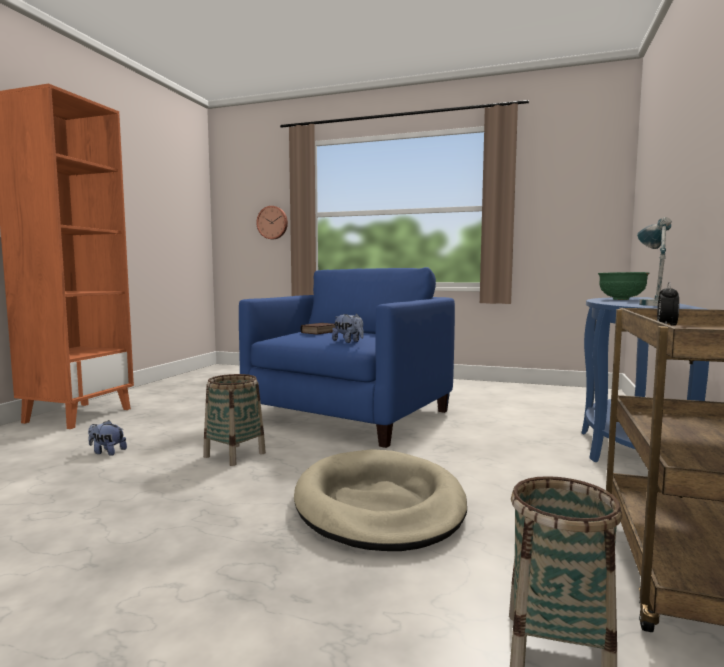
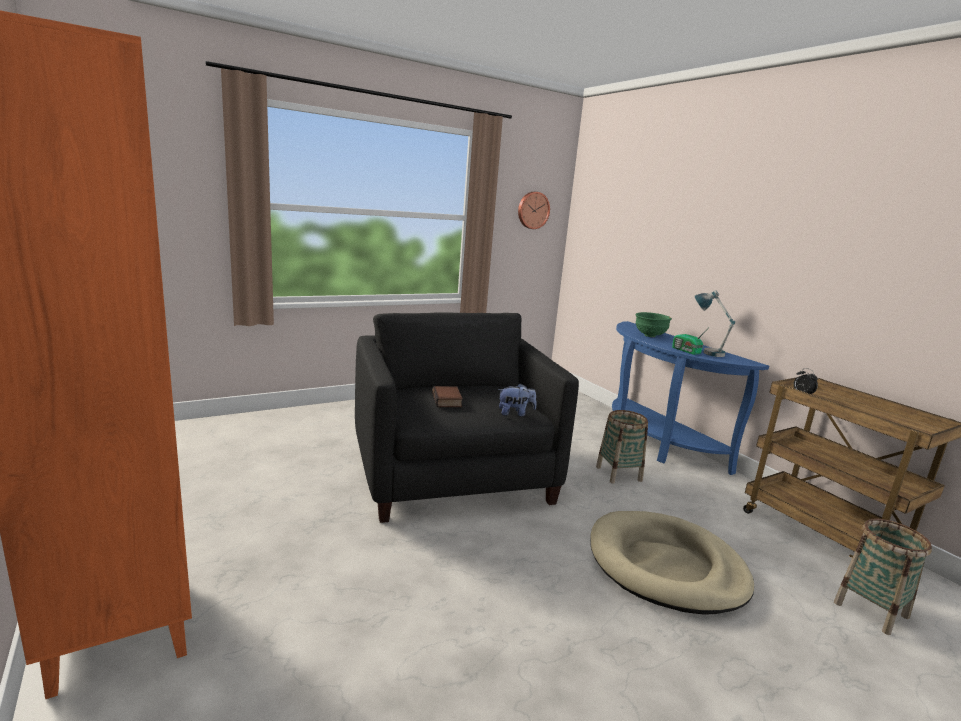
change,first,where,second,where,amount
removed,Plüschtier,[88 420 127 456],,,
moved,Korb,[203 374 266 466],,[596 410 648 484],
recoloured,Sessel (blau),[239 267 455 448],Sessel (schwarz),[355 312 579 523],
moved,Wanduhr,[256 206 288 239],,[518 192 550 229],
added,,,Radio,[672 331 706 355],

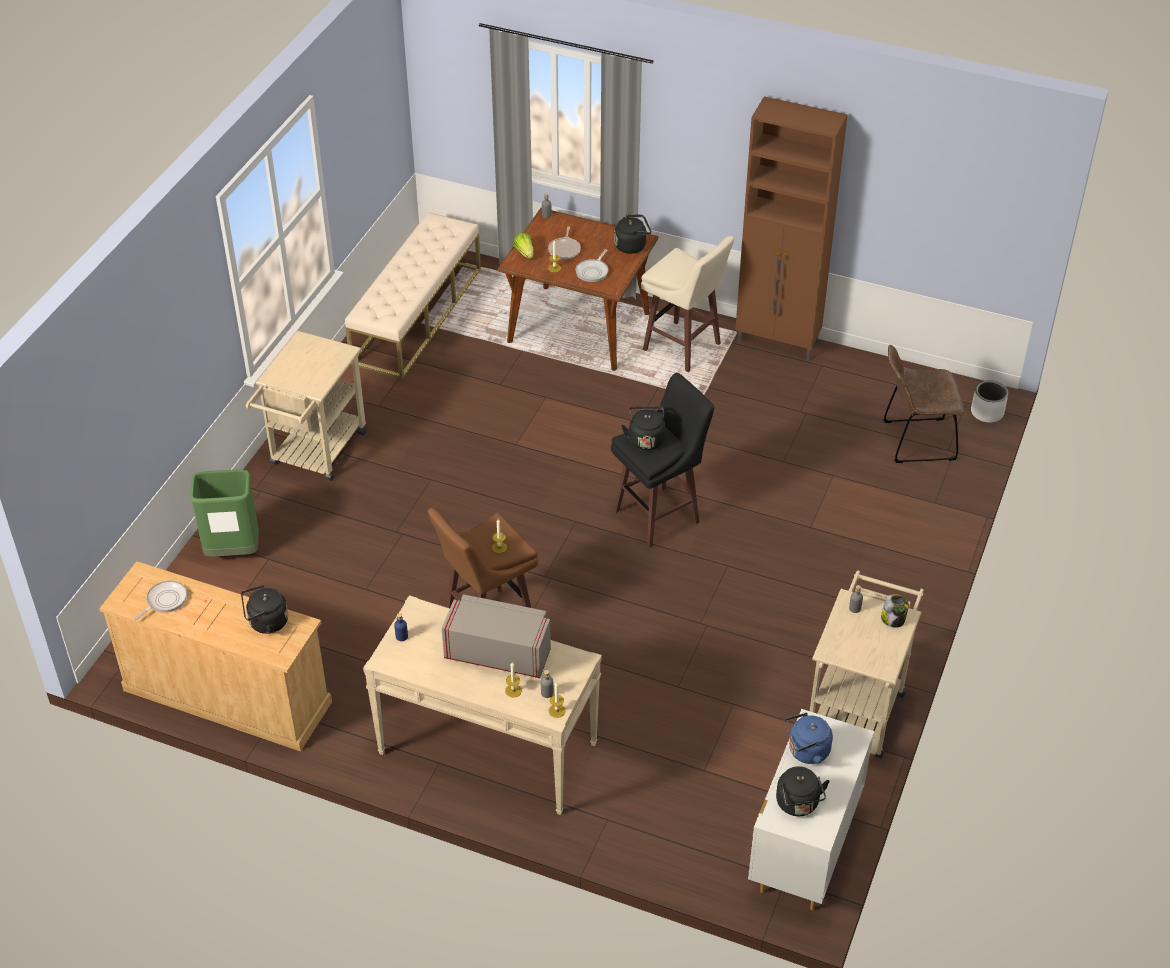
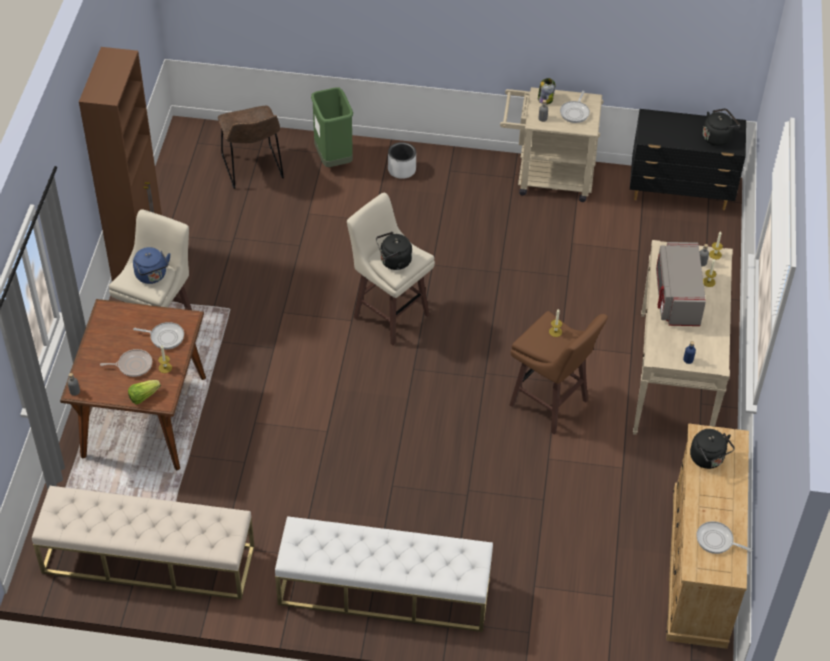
change,first,where,second,where,amount
moved,Mülleimer (grün),[190 469 259 556],,[311 87 353 167],
replaced,Rollwagen (beige),[246 331 367 481],Bank (weiß),[275 516 493 632],
recoloured,Hocker (schwarz),[611 373 714 548],Hocker (beige),[347 193 435 345],
removed,Wasserkessel (schwarz),[614 215 651 254],,,
recoloured,Kommode (weiß),[748 709 874 910],Kommode (schwarz),[630 109 746 210],
moved,Wasserkessel (blau),[784 713 833 764],,[133 247 170 284],
moved,Pflanzkübel (weiß),[971 380 1008 423],,[388 142 416 179],
added,,,Pfanne,[560 91 590 123],

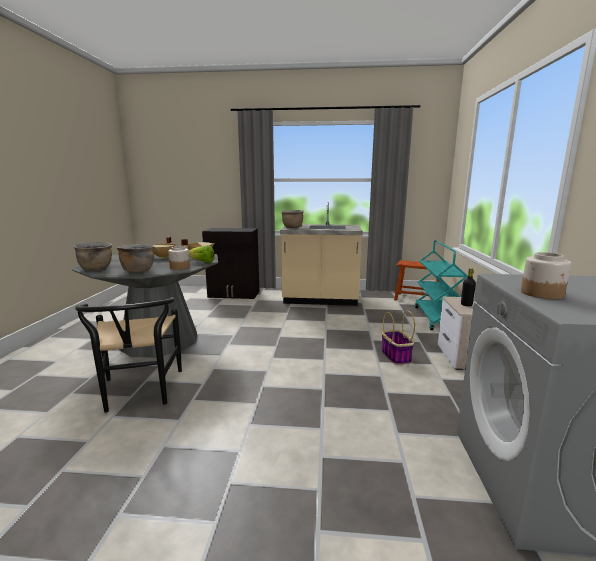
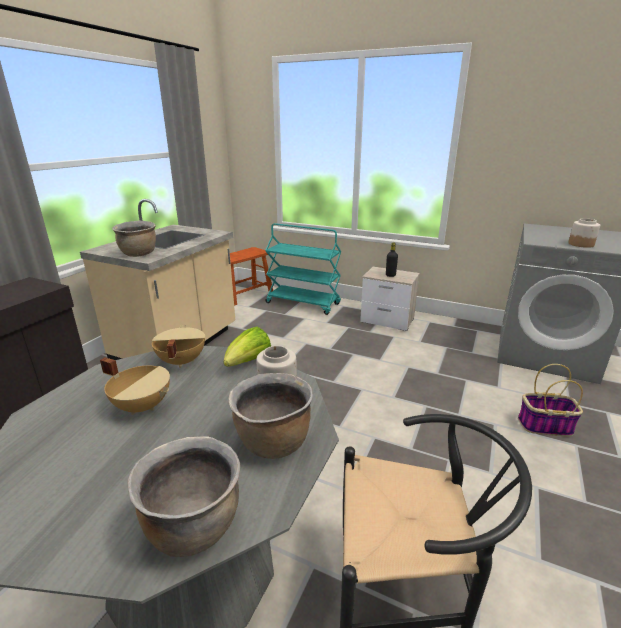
change,first,where,second,where,amount
moved,Korb,[381 311 415 365],,[518 364 583 436],

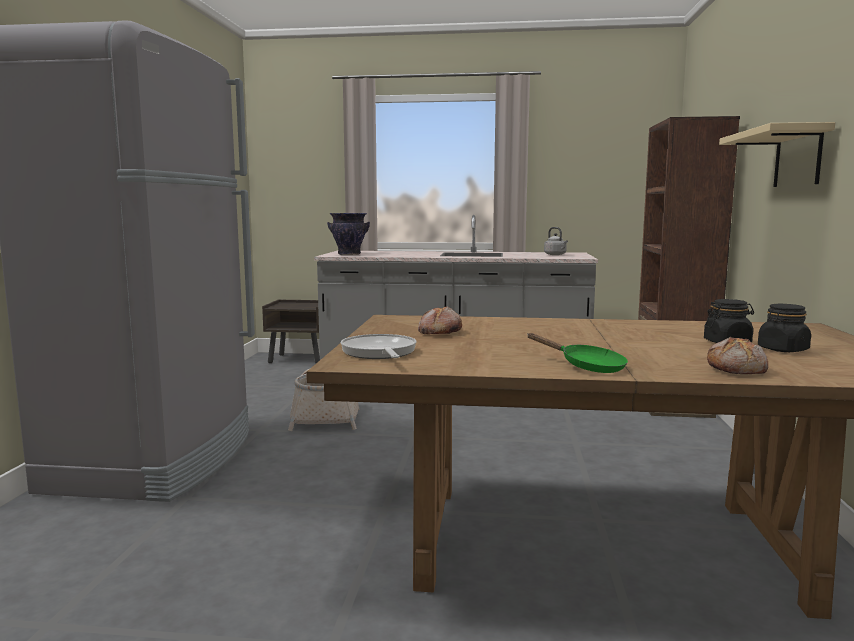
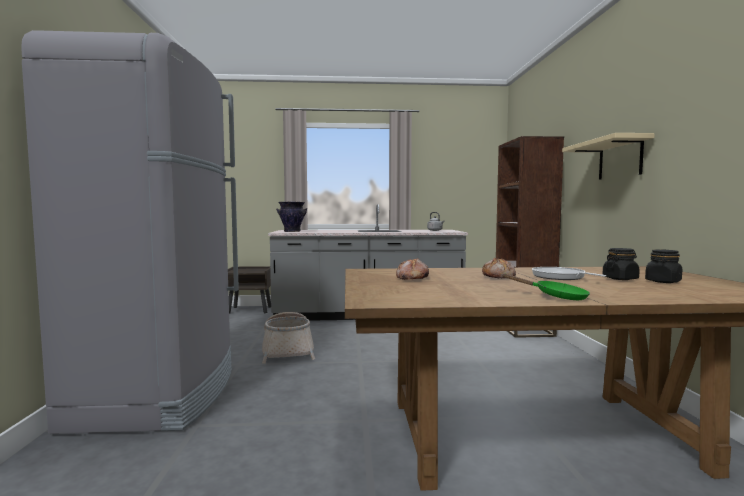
change,first,where,second,where,amount
moved,Pfanne,[341 334 417 359],,[532 267 607 280],
moved,Brot,[707 337 768 374],,[482 258 516 278],

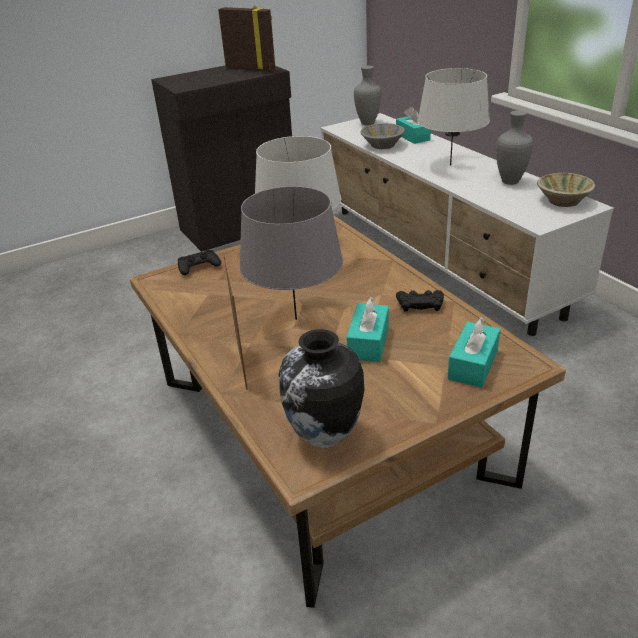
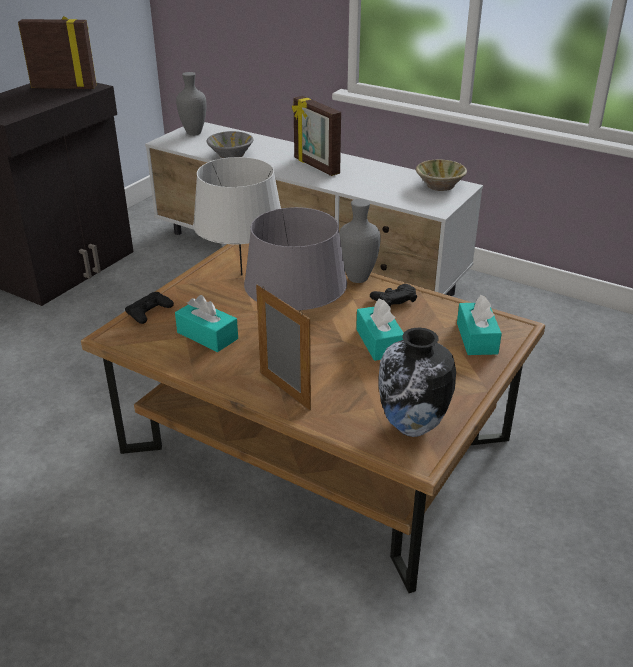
change,first,where,second,where,amount
moved,Taschentuchbox (türkis),[396 106 431 144],,[175 295 238 352],
replaced,Tischlampe (grau),[417 68 490 166],Bilderrahmen,[292 96 341 176],
moved,Vase (grau),[496 110 533 185],,[339 199 381 283],

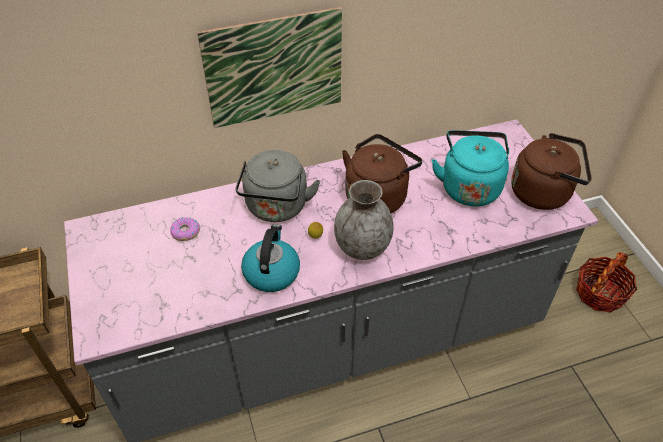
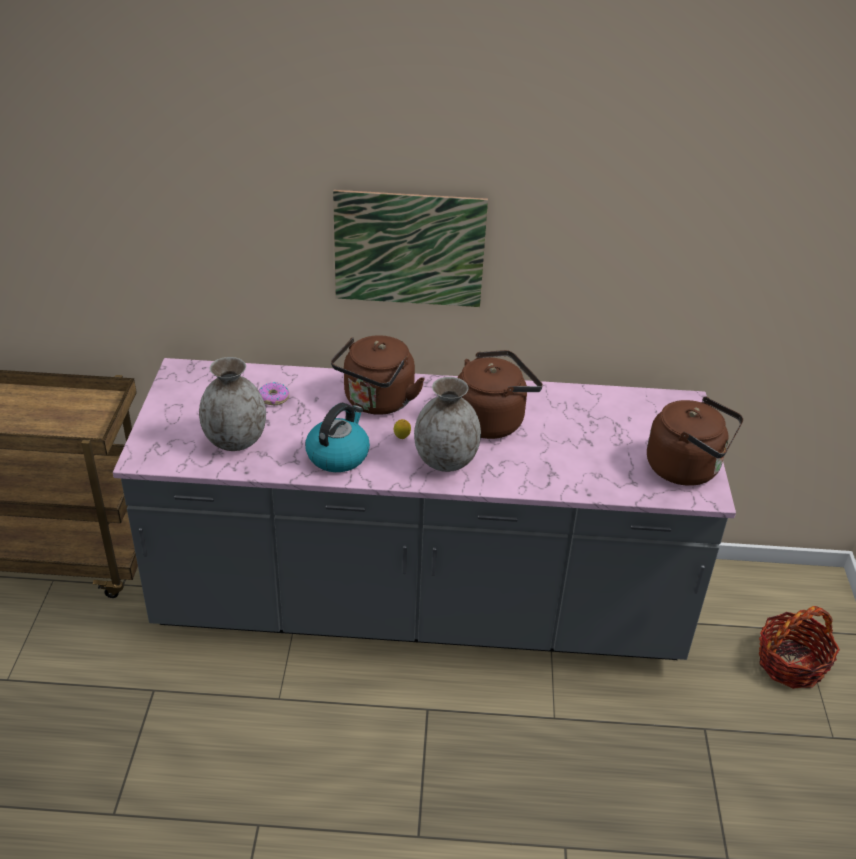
change,first,where,second,where,amount
recoloured,Wasserkessel (grau),[235 150 320 222],Wasserkessel (braun),[331 335 425 415],
removed,Wasserkessel (türkis),[432 130 509 206],,,
added,,,Vase (grau),[199 357 266 451],

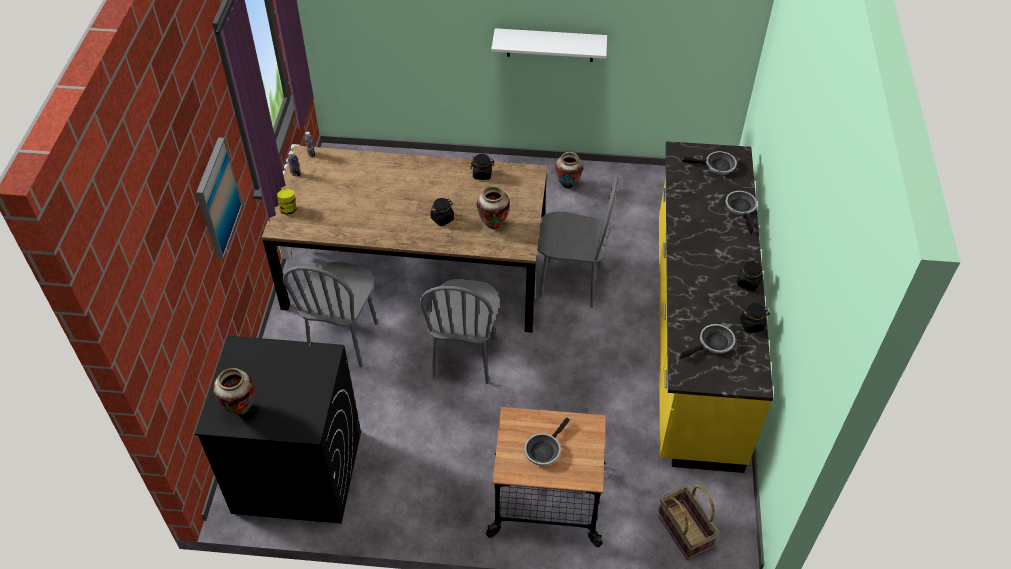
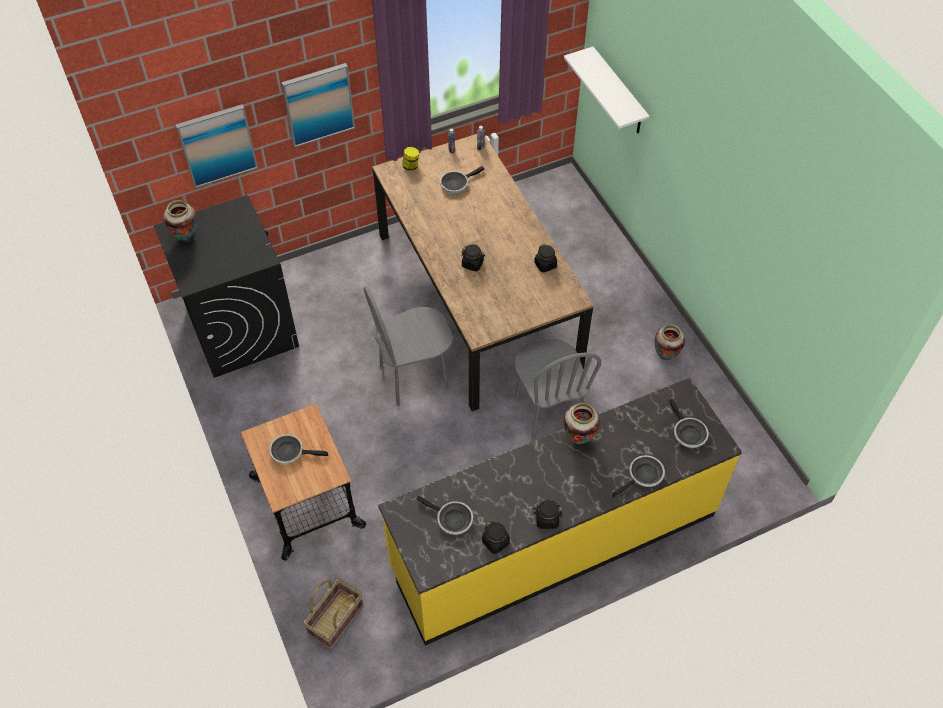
change,first,where,second,where,amount
removed,Stuhl (grau),[283 262 378 367],,,
moved,Vase,[477 186 510 229],,[564 403 600 444],
moved,Wandregal (weiß),[491 28 607 62],,[564 47 650 133],
added,,,Bild,[176 104 258 188],
added,,,Pfanne,[440 166 484 194],

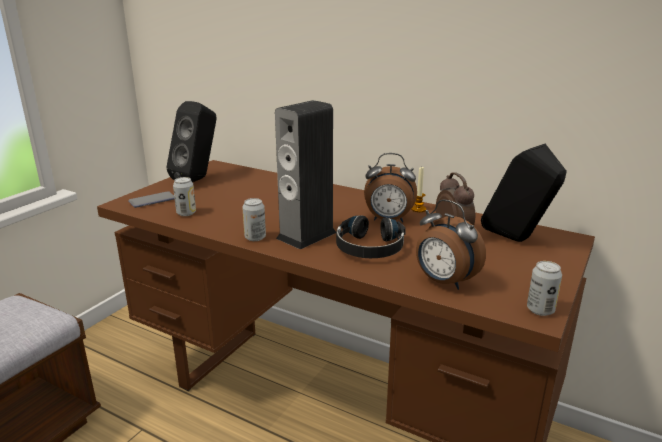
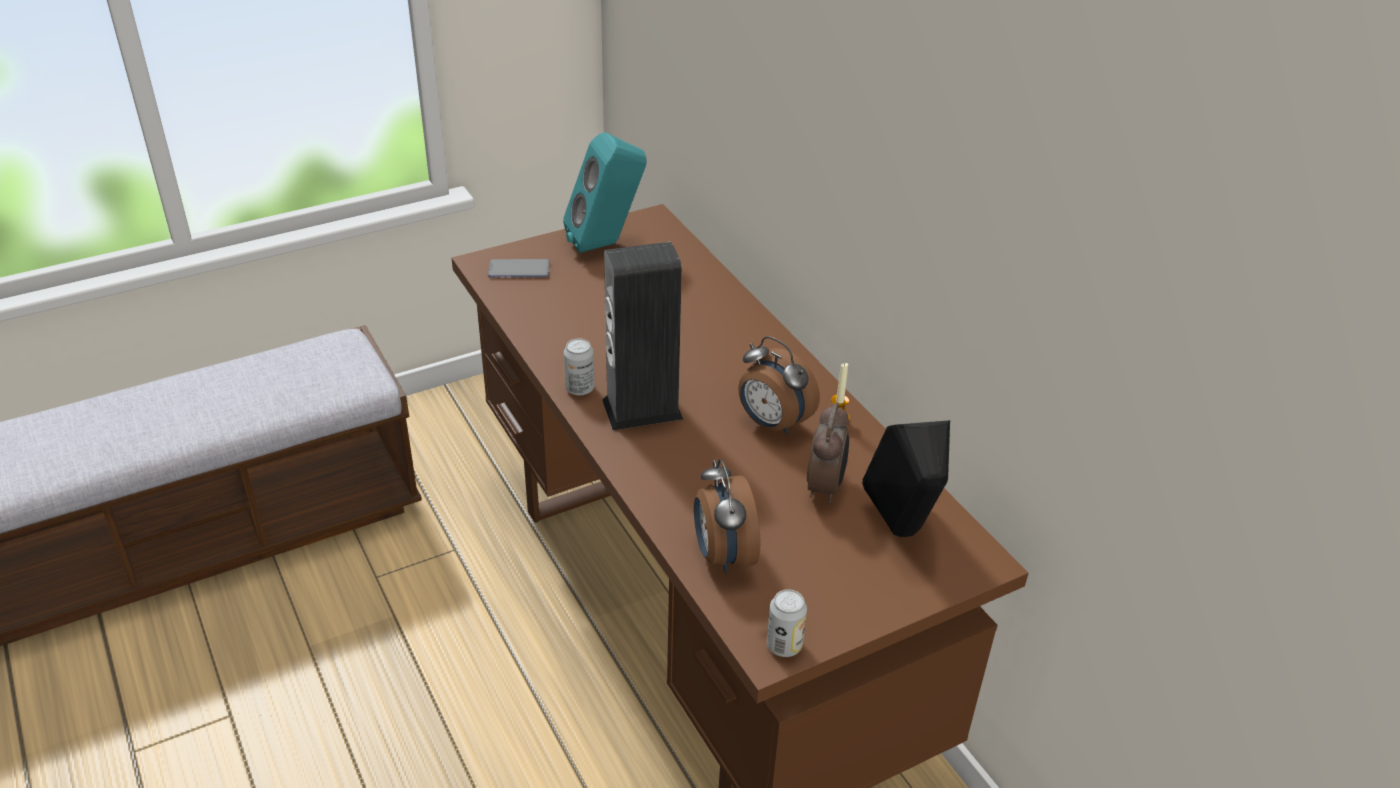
change,first,where,second,where,amount
recoloured,Lautsprecher (schwarz),[167 101 217 182],Lautsprecher (türkis),[563 132 646 253],
removed,Dose,[173 177 196 216],,,
removed,Kopfhörer (schwarz),[336 215 406 258],,,

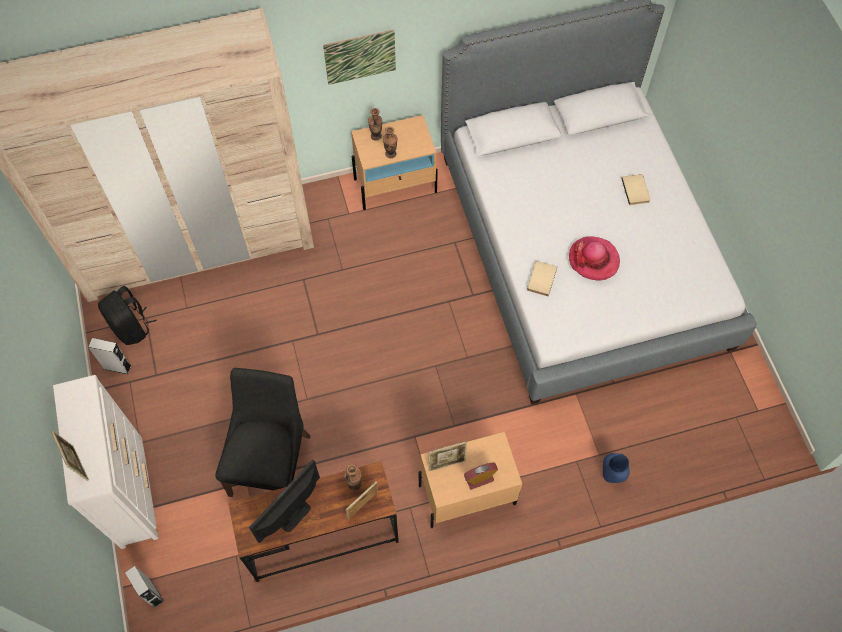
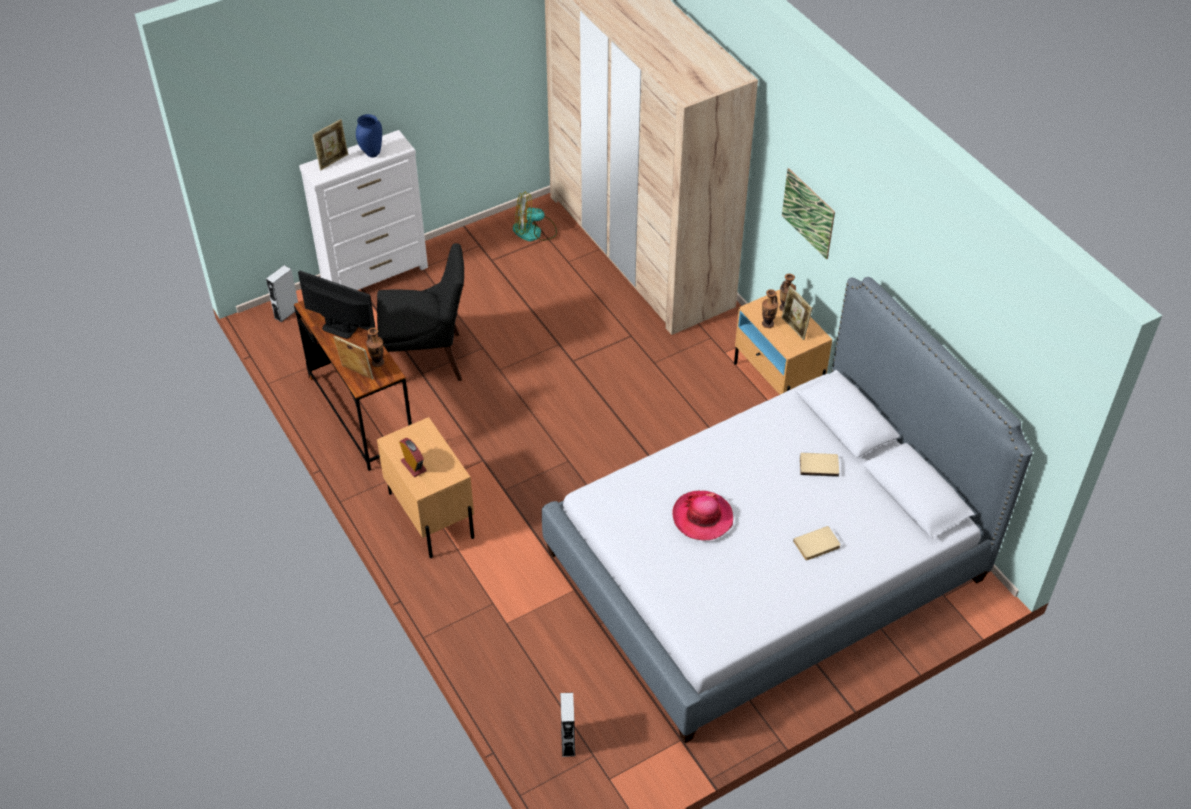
change,first,where,second,where,amount
moved,Lautsprecher (grau),[88 338 131 374],,[560 693 576 757],
replaced,Rucksack (schwarz),[98 286 157 345],Ventilator,[513 191 557 241],
moved,Bilderrahmen,[429 441 467 471],,[782 286 813 340],
moved,Buch (beige),[527 261 557 296],,[800 453 839 477],
moved,Vase (blau),[603 453 630 483],,[356 114 382 158],

